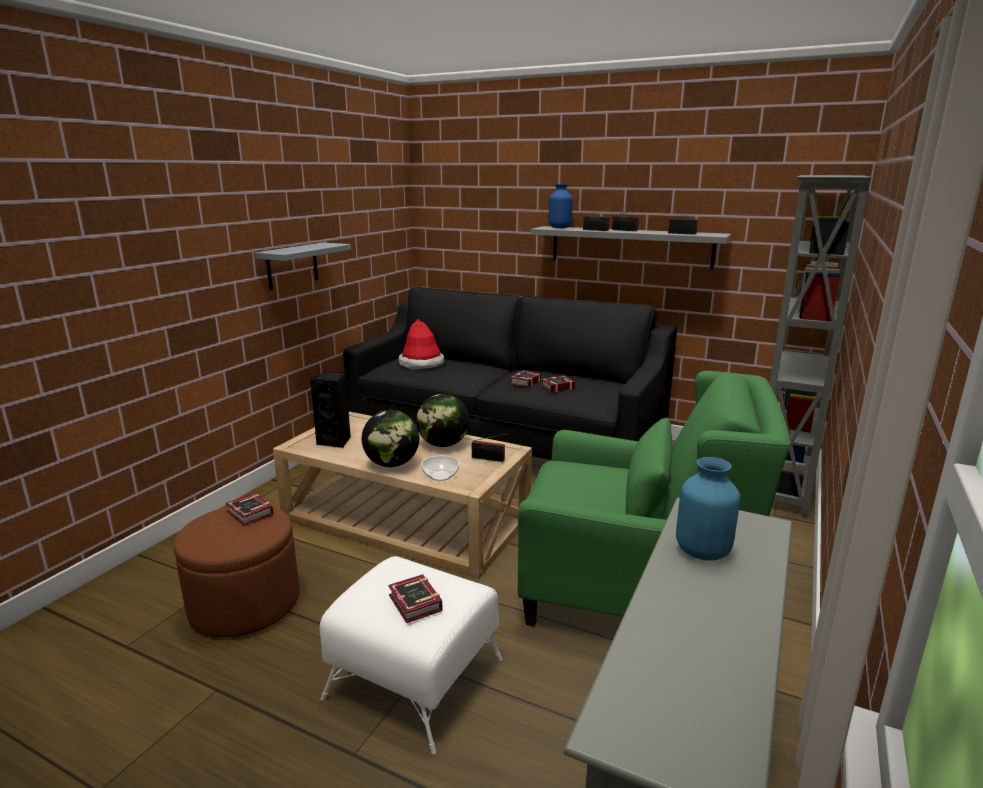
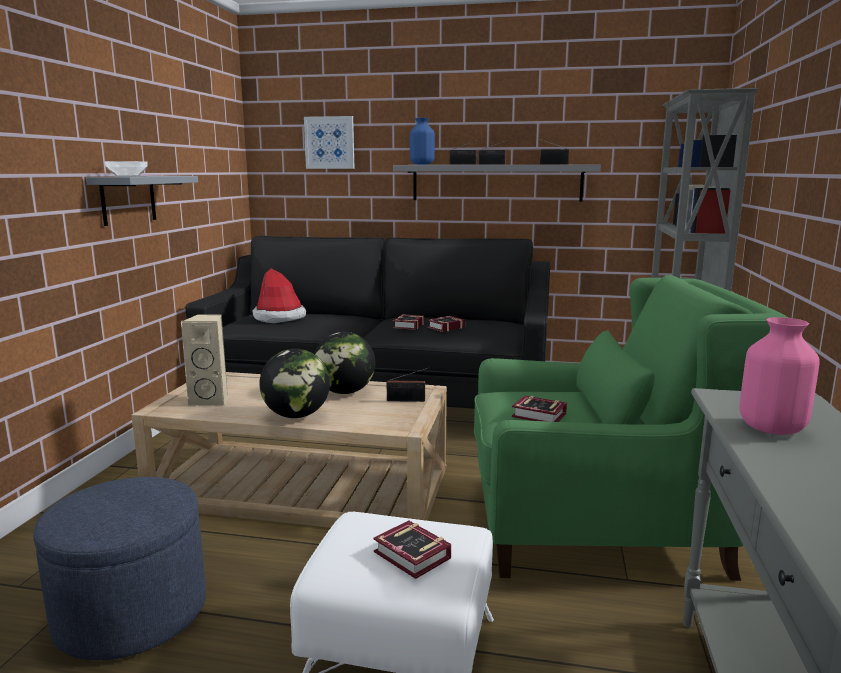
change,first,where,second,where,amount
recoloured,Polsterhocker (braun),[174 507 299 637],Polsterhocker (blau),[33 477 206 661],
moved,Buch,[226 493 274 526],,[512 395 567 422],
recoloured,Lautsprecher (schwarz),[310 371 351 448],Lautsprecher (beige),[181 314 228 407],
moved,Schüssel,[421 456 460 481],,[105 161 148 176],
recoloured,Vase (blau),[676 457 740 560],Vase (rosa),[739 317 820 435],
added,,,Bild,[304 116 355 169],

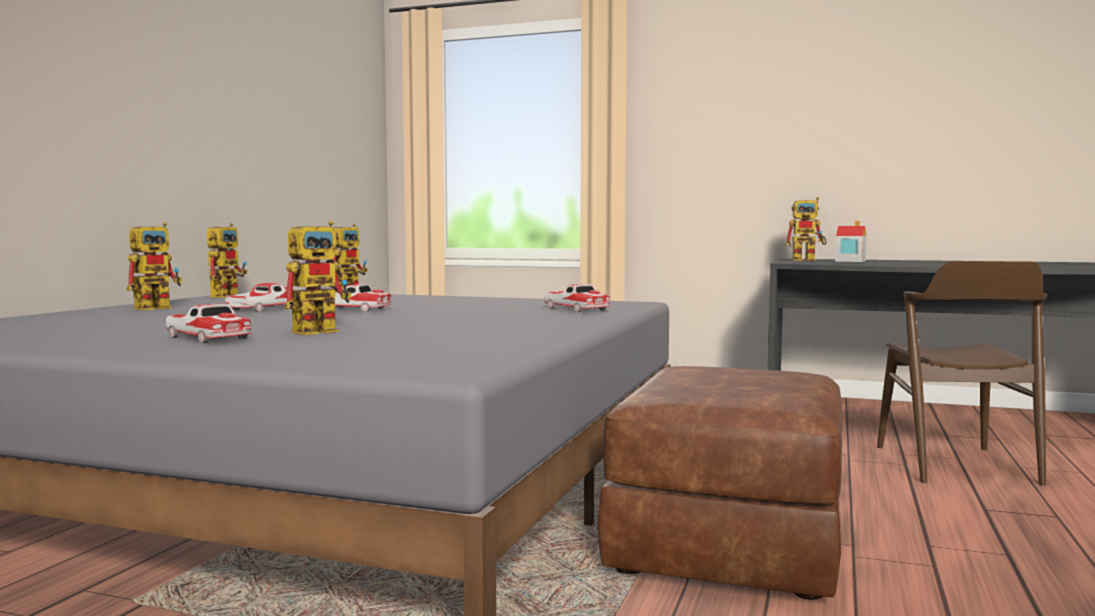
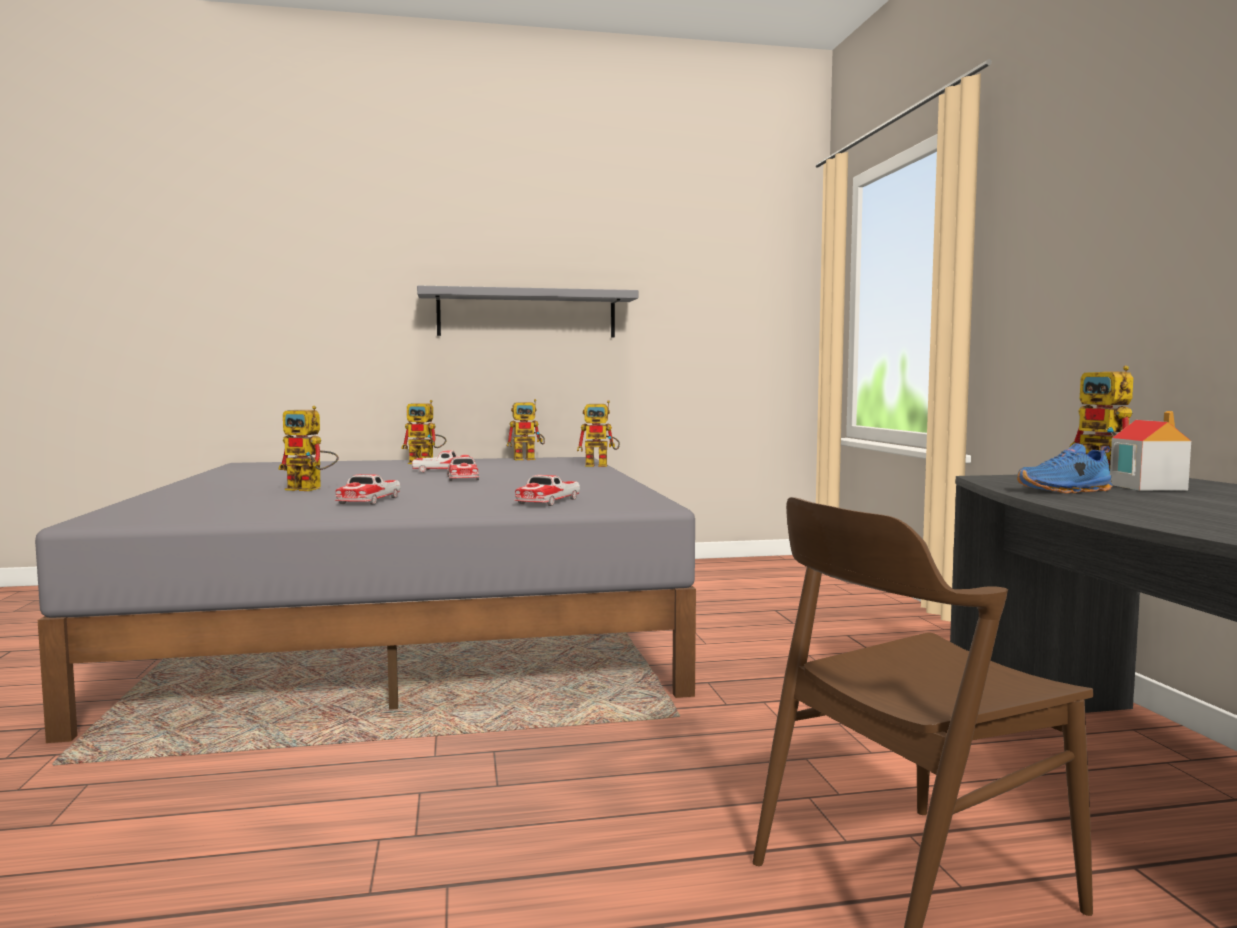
change,first,where,second,where,amount
moved,Spielzeugauto,[165 303 252 343],,[335 474 401 505],
removed,Polsterhocker (braun),[598 366 842 600],,,
added,,,Wandregal (grau),[417 285 638 338],
added,,,Schuh (blau),[1017 443 1112 493],

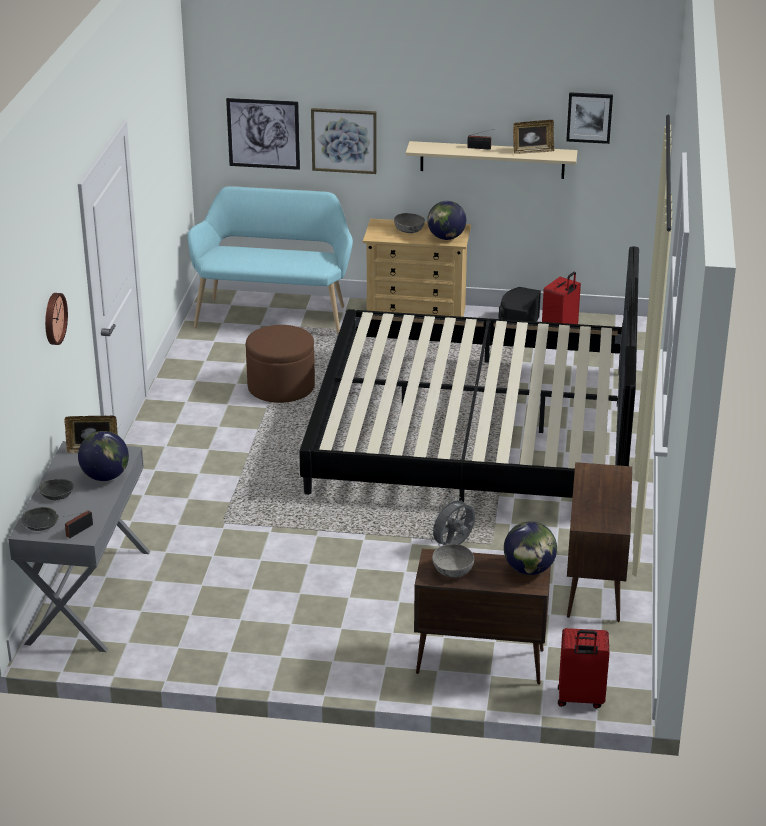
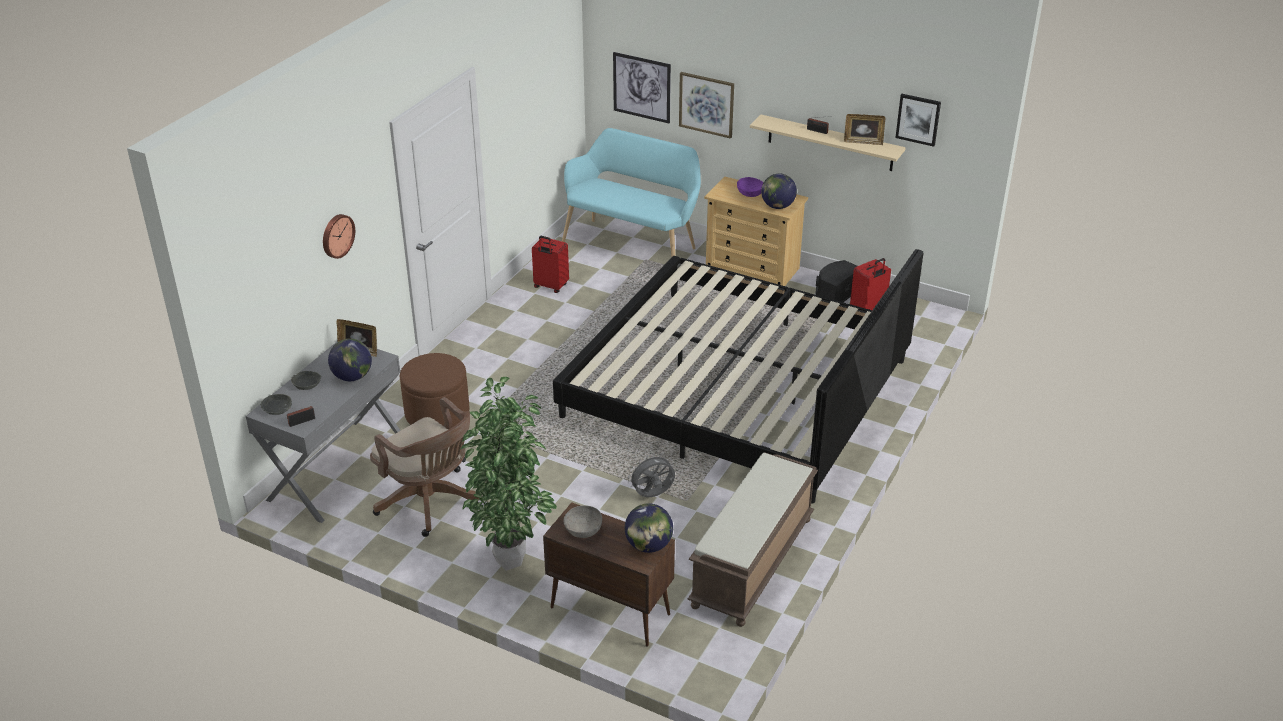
change,first,where,second,where,amount
moved,Polsterhocker (braun),[246 325 315 403],,[400 353 470 427],
recoloured,Schüssel (grau),[394 213 425 233],Schüssel (lila),[737 177 763 197],
moved,Koffer (rot),[558 628 609 709],,[532 236 569 293],
replaced,Schrank (braun),[567 462 632 622],Bank (braun),[688 452 818 627],
added,,,Bürostuhl (braun),[370 397 479 537],
added,,,Topfpflanze,[460 377 557 571],

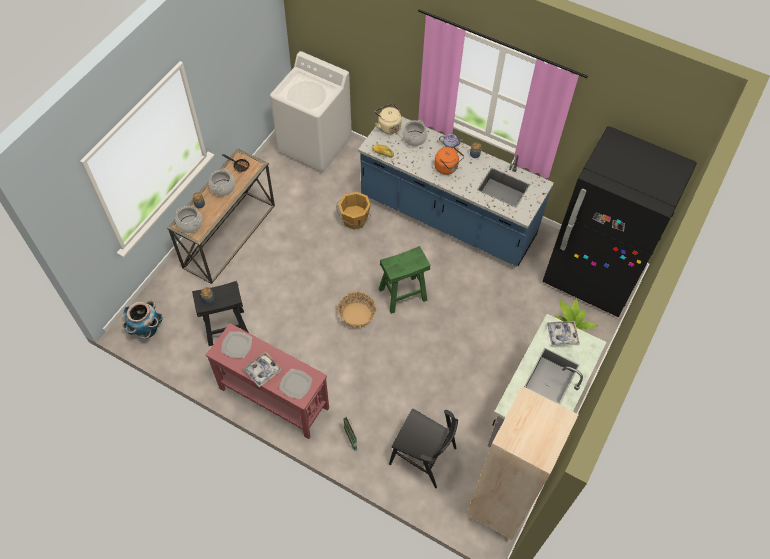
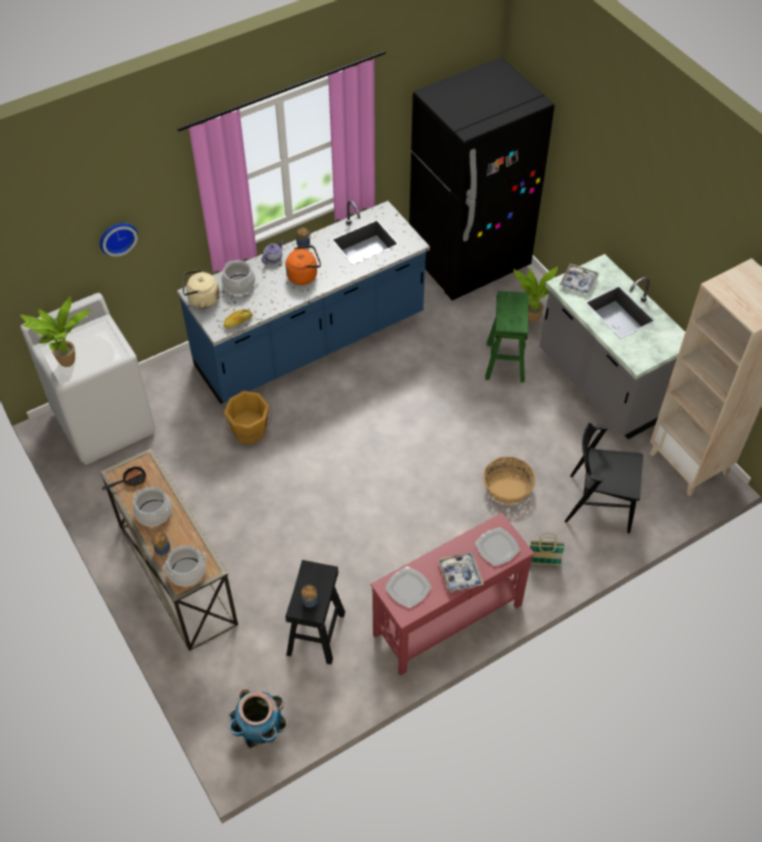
change,first,where,second,where,amount
moved,Korb,[338 292 377 328],,[483 457 535 504],
moved,Hocker (grün),[379 246 430 314],,[485 291 529 383],
turned,Stuhl (schwarz),[389 409 458 488],,[565 423 643 533],135 degrees counterclockwise
added,,,Topfpflanze,[20 296 91 367],
added,,,Wanduhr,[100 223 138 257],

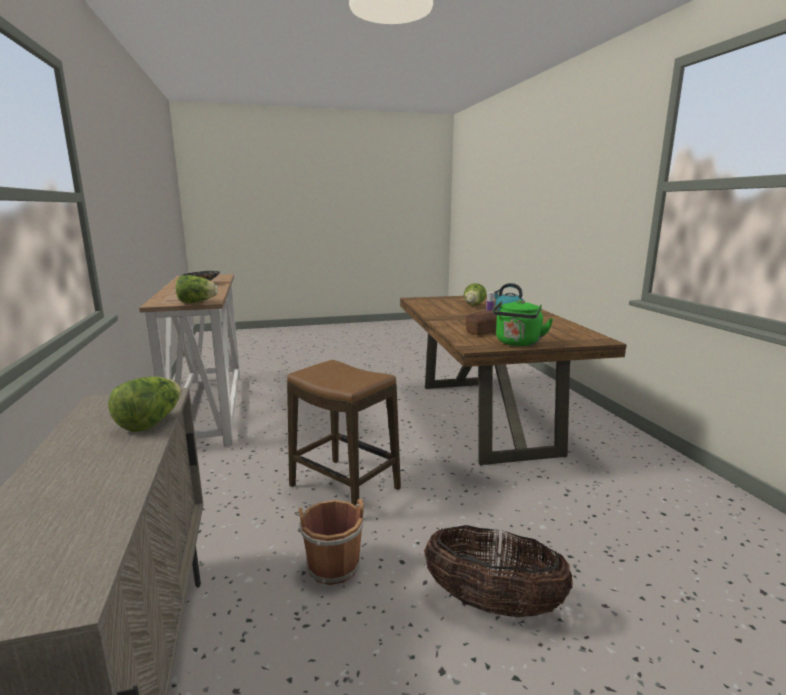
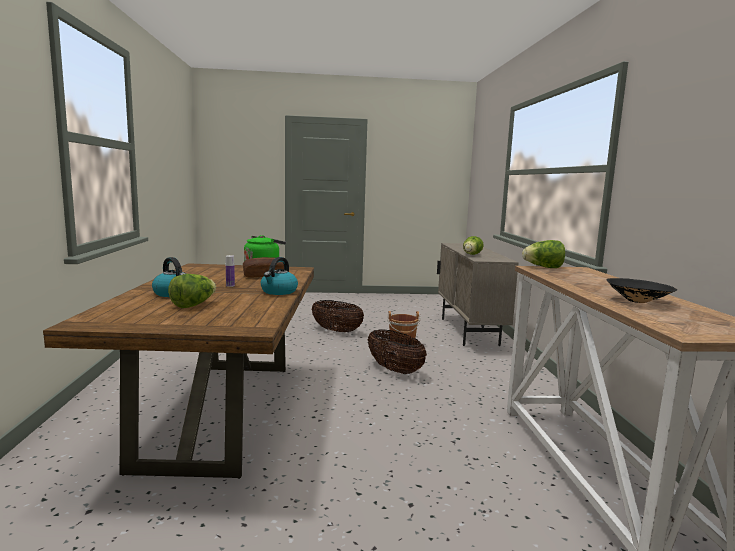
change,first,where,second,where,amount
replaced,Hocker,[287 360 401 505],Korb,[368 329 427 374],
added,,,Wasserkessel,[261 257 298 295],

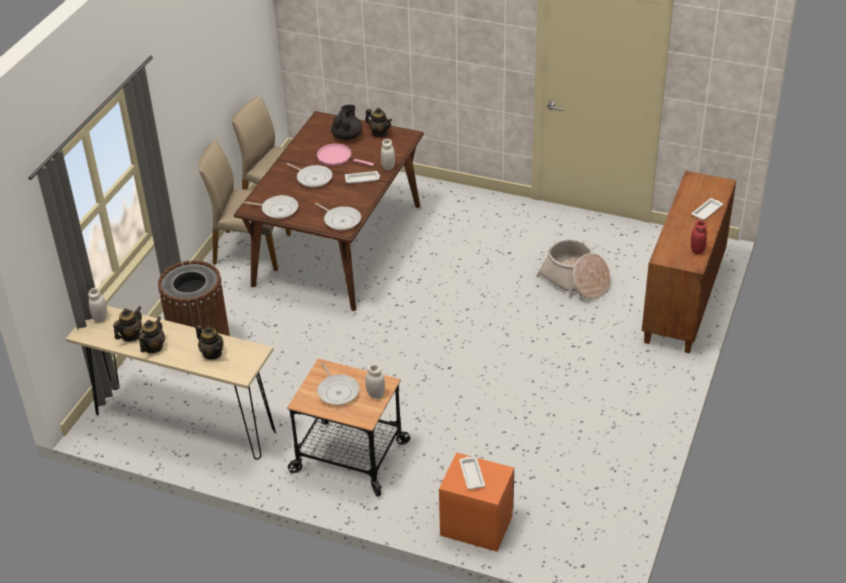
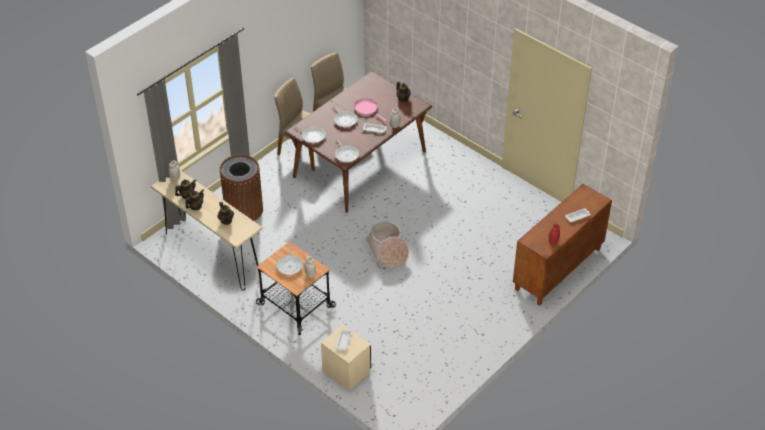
change,first,where,second,where,amount
removed,Teekanne (schwarz),[331 105 362 140],,,
recoloured,Nachttisch (orange),[439 452 514 552],Nachttisch (beige),[321 325 371 391],
moved,Korb,[536 239 611 299],,[365 222 409 268],

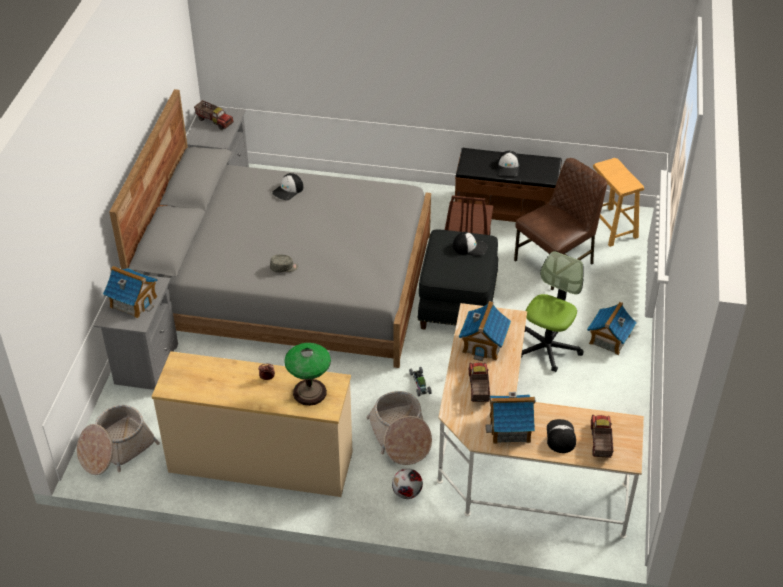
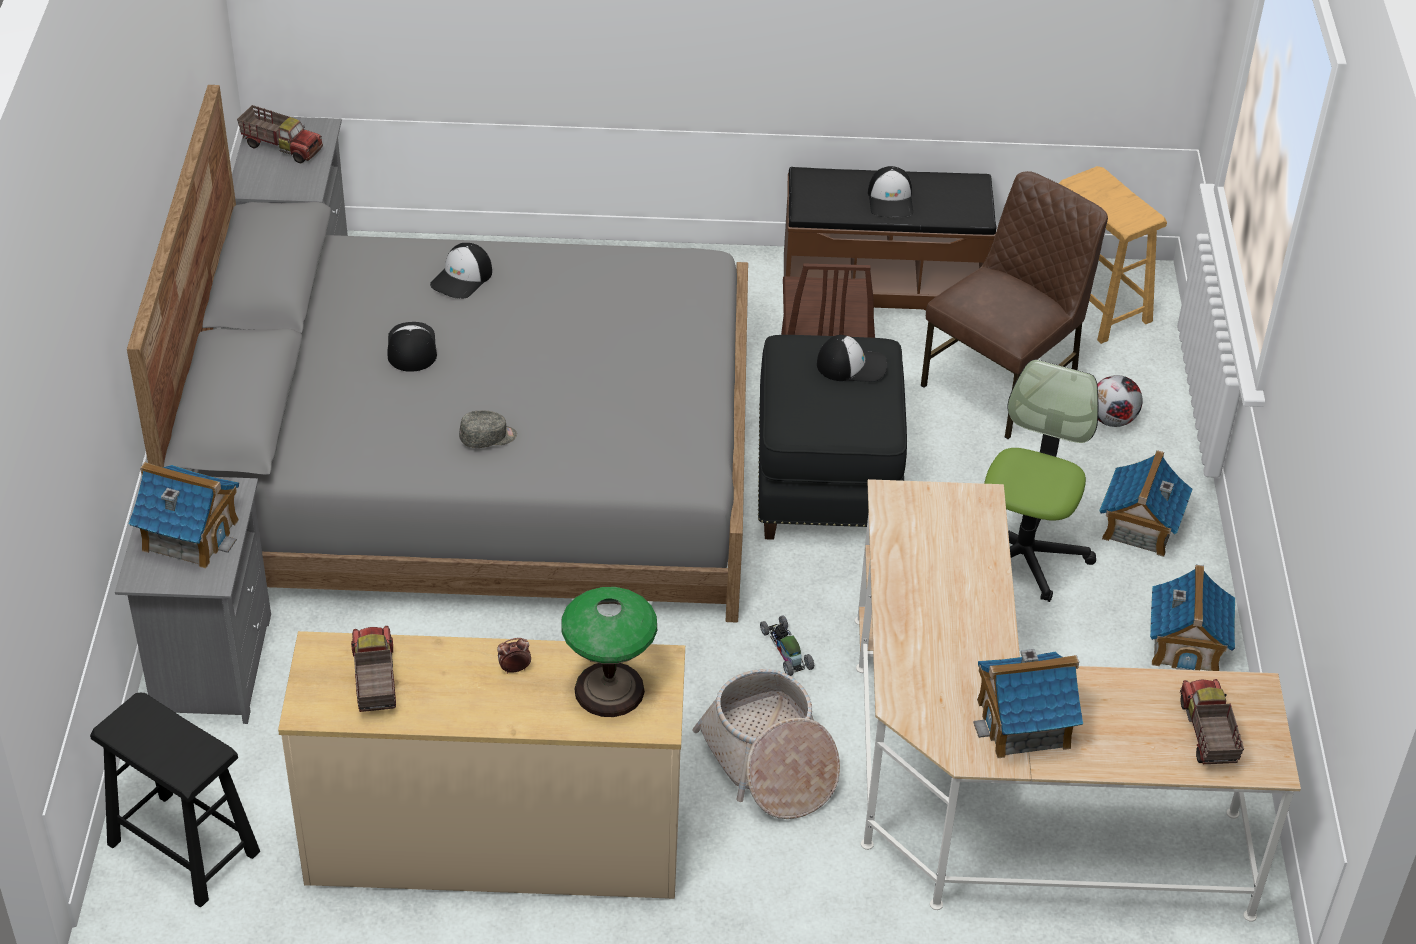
change,first,where,second,where,amount
replaced,Korb,[77 405 160 475],Hocker (schwarz),[90 693 260 907],
moved,Fußball,[392 468 423 499],,[1098 375 1143 427],
moved,Spielzeughaus,[459 301 511 361],,[1150 565 1235 671],
moved,Spielzeuglaster,[469 363 490 402],,[351 626 396 712],
moved,Kappe,[547 419 576 453],,[388 322 437 372],

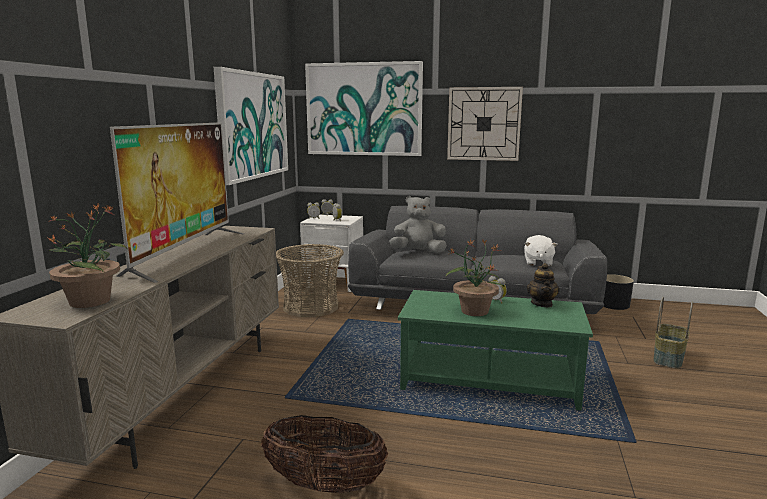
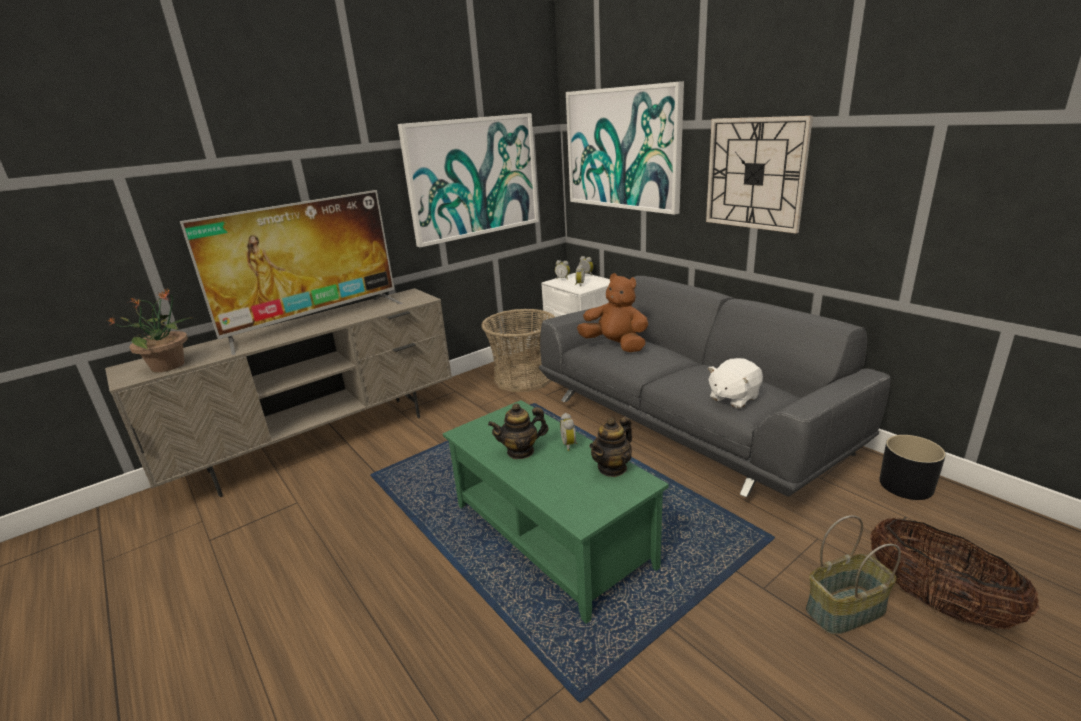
change,first,where,second,where,amount
moved,Korb,[261 415 388 493],,[870 518 1040 629],
recoloured,Plüschtier (grau),[389 196 447 253],Plüschtier (braun),[577 273 648 352],
replaced,Topfpflanze,[445 238 504 316],Teekanne,[488 403 548 459],

